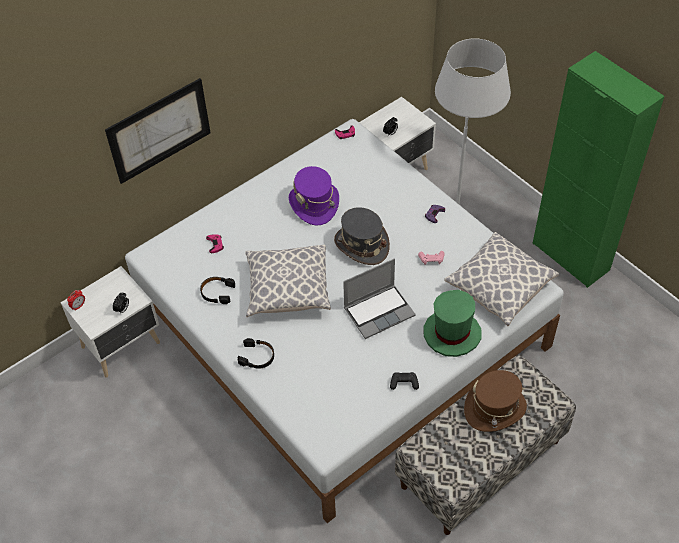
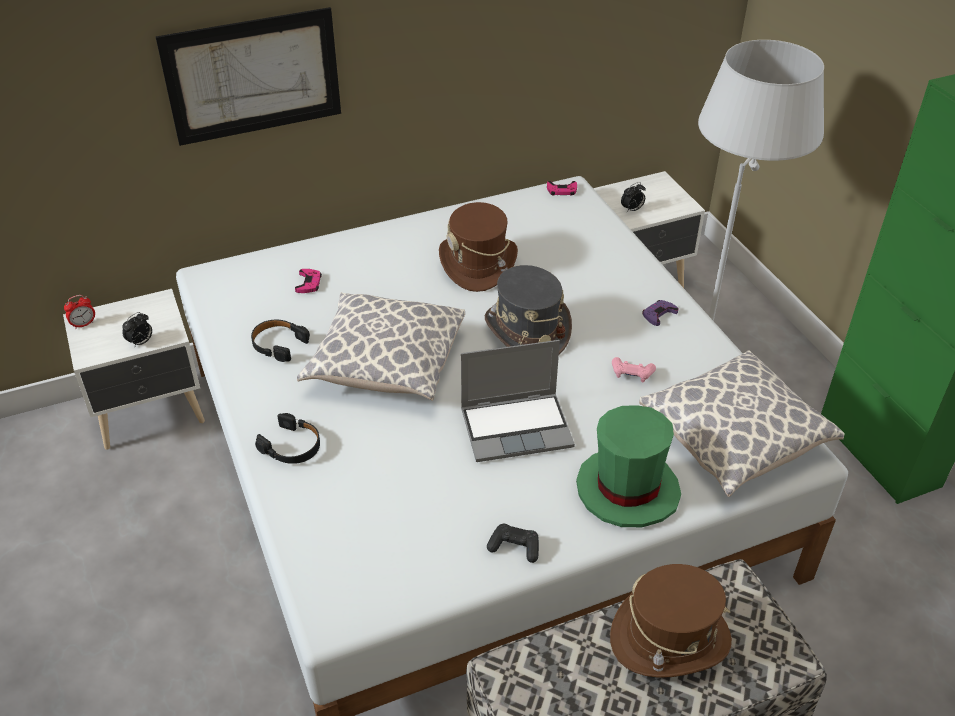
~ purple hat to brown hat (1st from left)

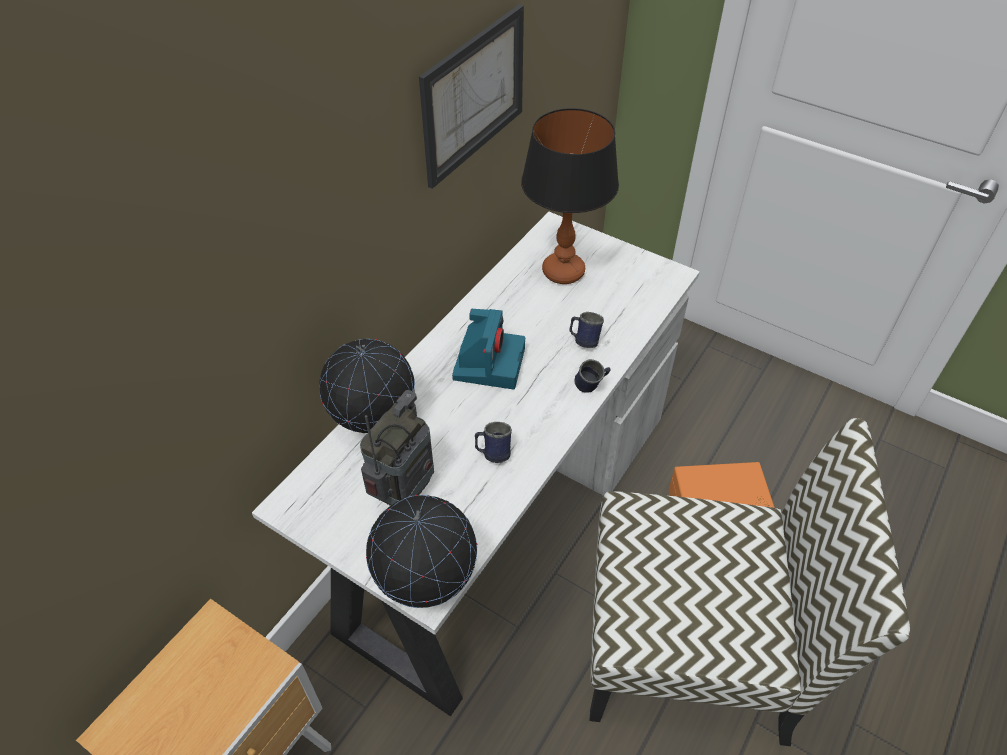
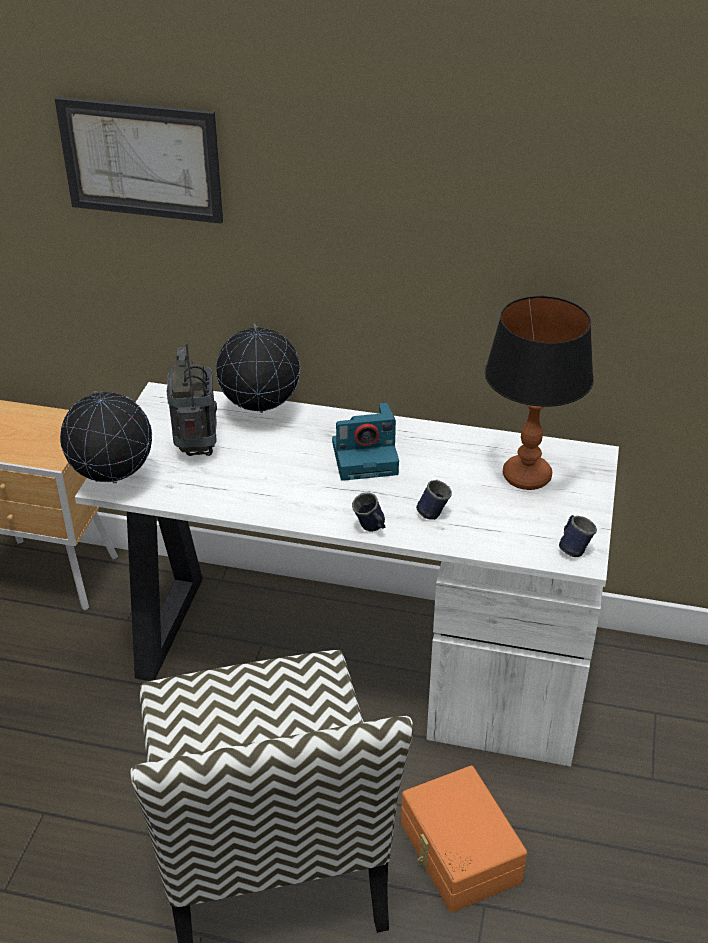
~ picture
~ radio 105 degrees counterclockwise
~ blue mug (1st from left in the first image) to blue mug (3rd from left)

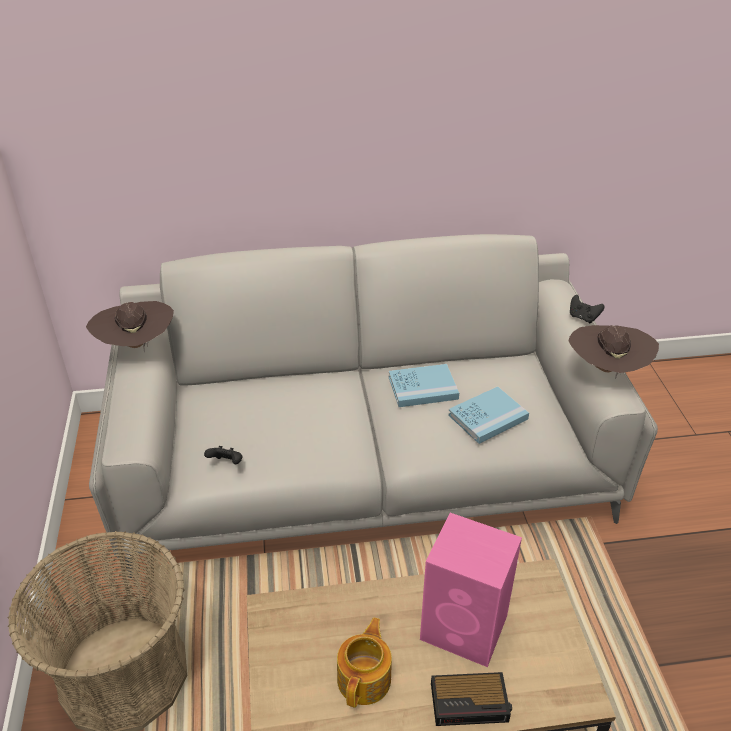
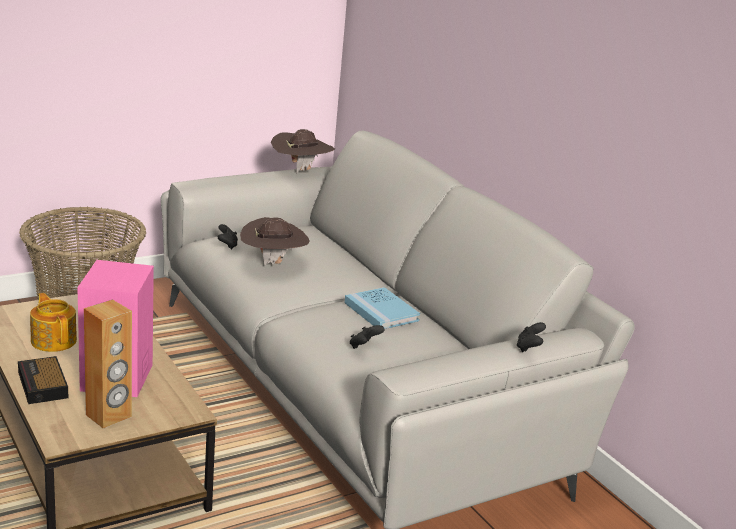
~ brown hat (2nd from left in the first image) to brown hat (1st from left)
~ blue book (2nd from left) to black game controller (2nd from left)
~ teapot 120 degrees counterclockwise
+ brown speaker

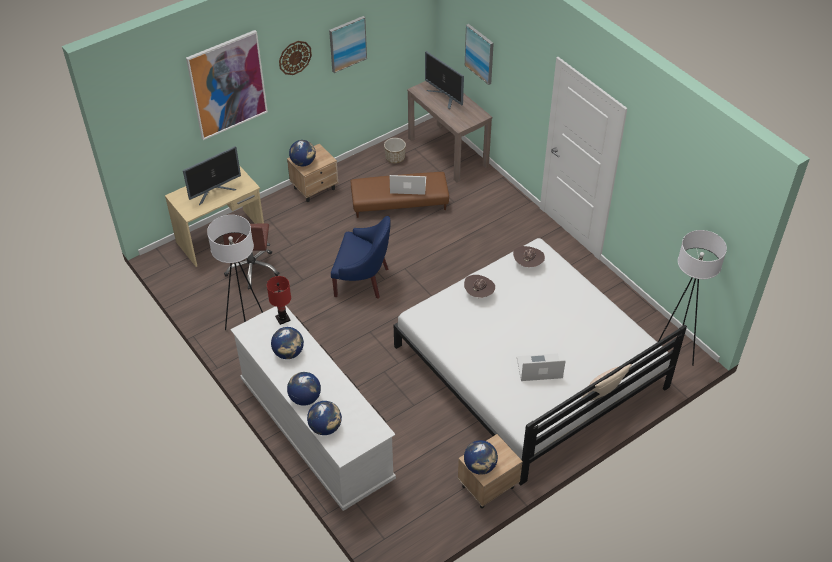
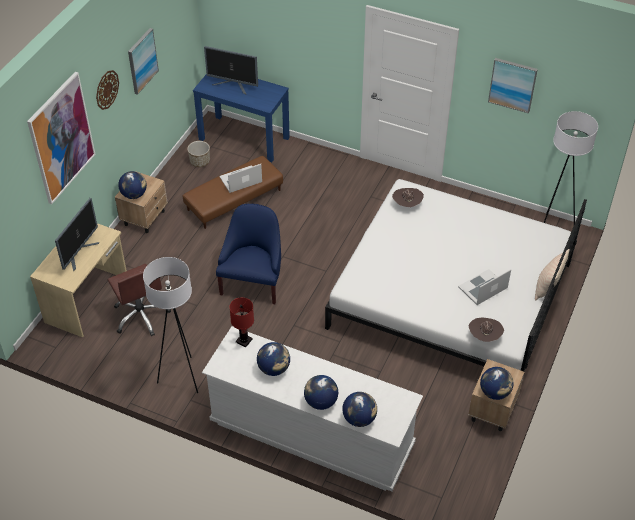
~ picture (3rd from left)
~ brown console table to blue console table
~ blue armchair 60 degrees counterclockwise
~ brown hat (1st from left in the first image) to brown hat (2nd from left)

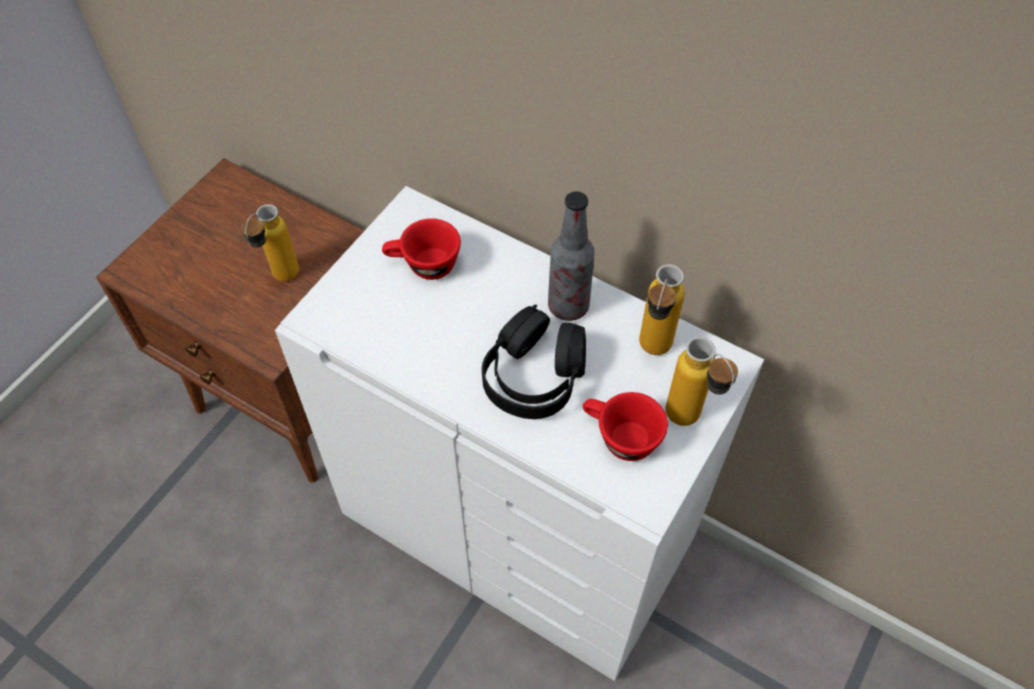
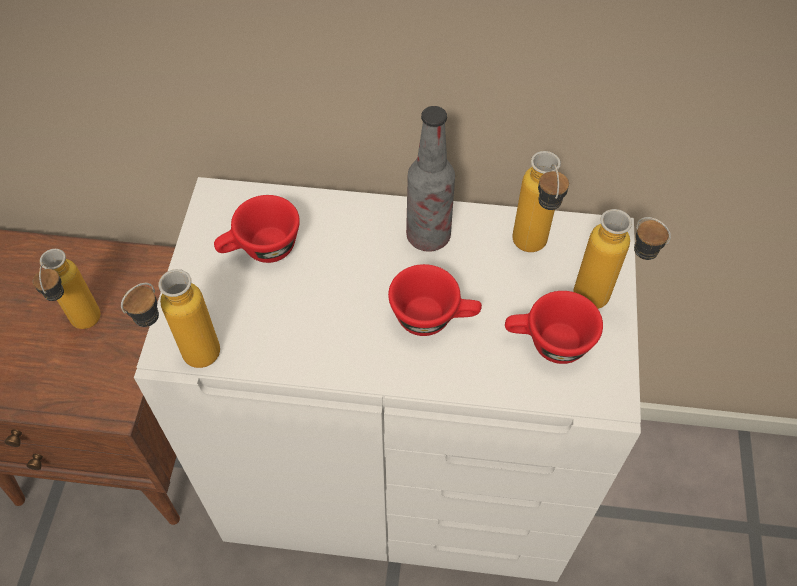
~ black headphones to red cup (2nd from left)
+ bottle (2nd from left)

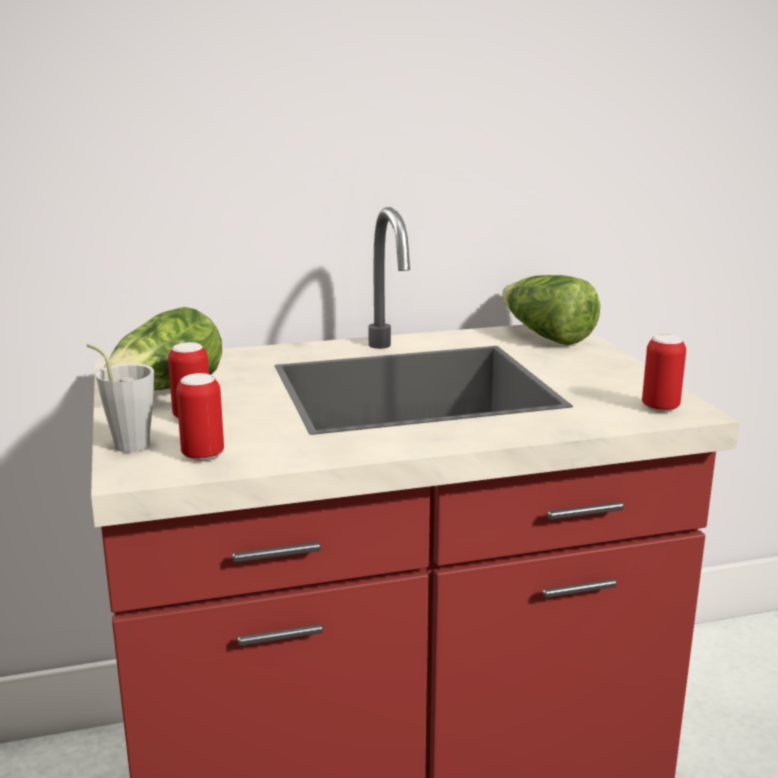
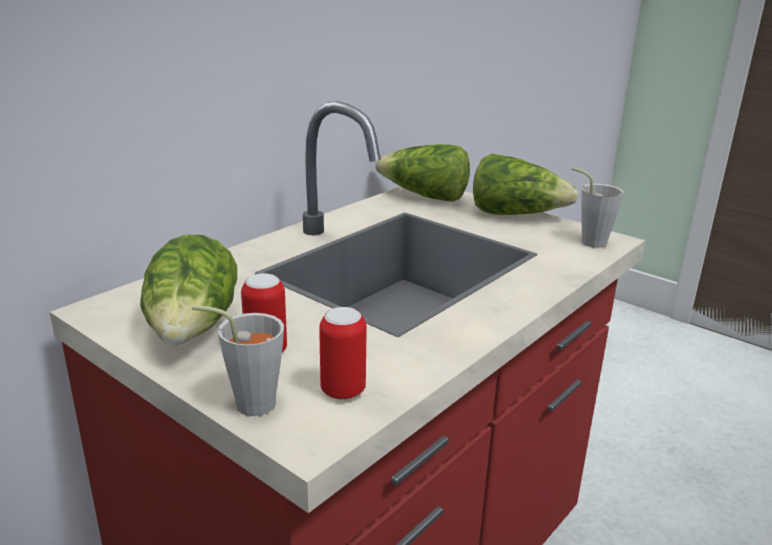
~ can (3rd from left) to grey cup (2nd from left)
+ lettuce (3rd from left)

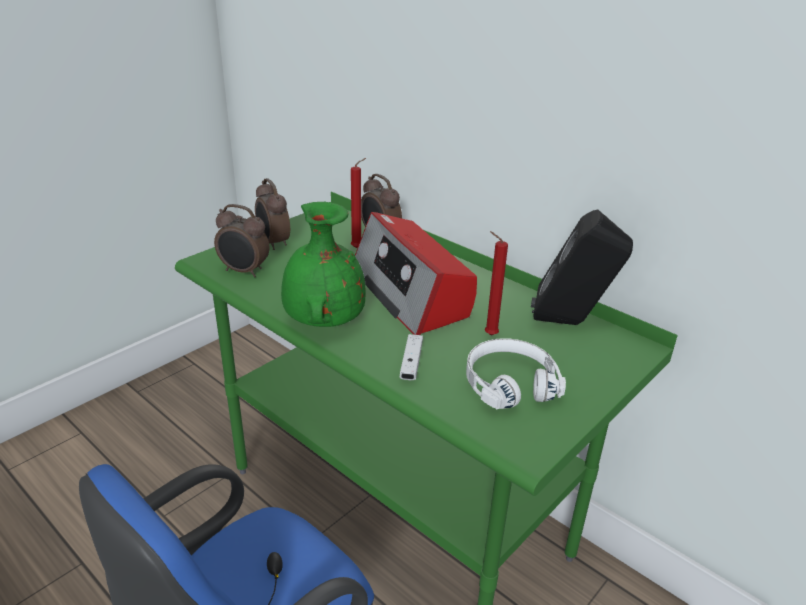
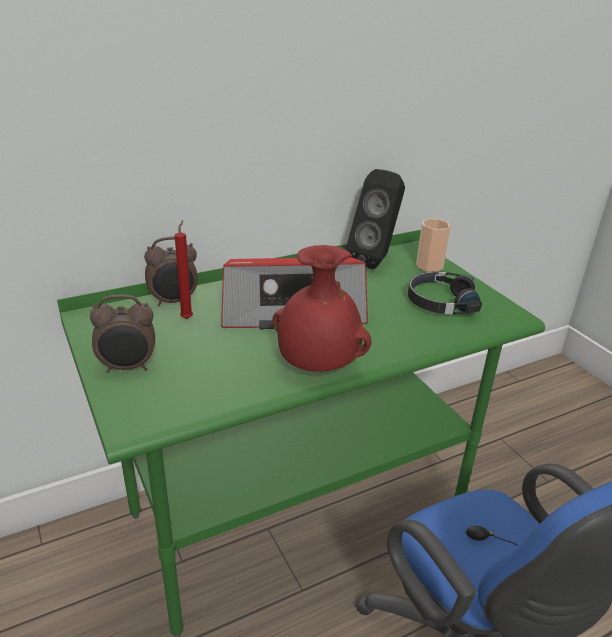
~ green vase to red vase
- alarm clock (1st from left)
- red candle (2nd from left)
- white game controller
~ white headphones to black headphones
+ cup

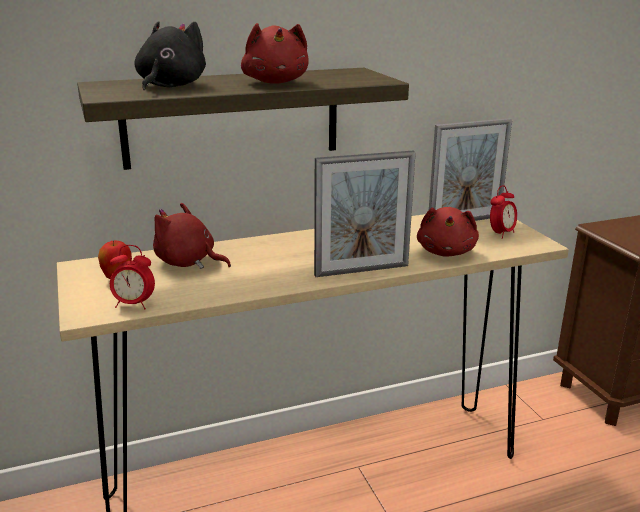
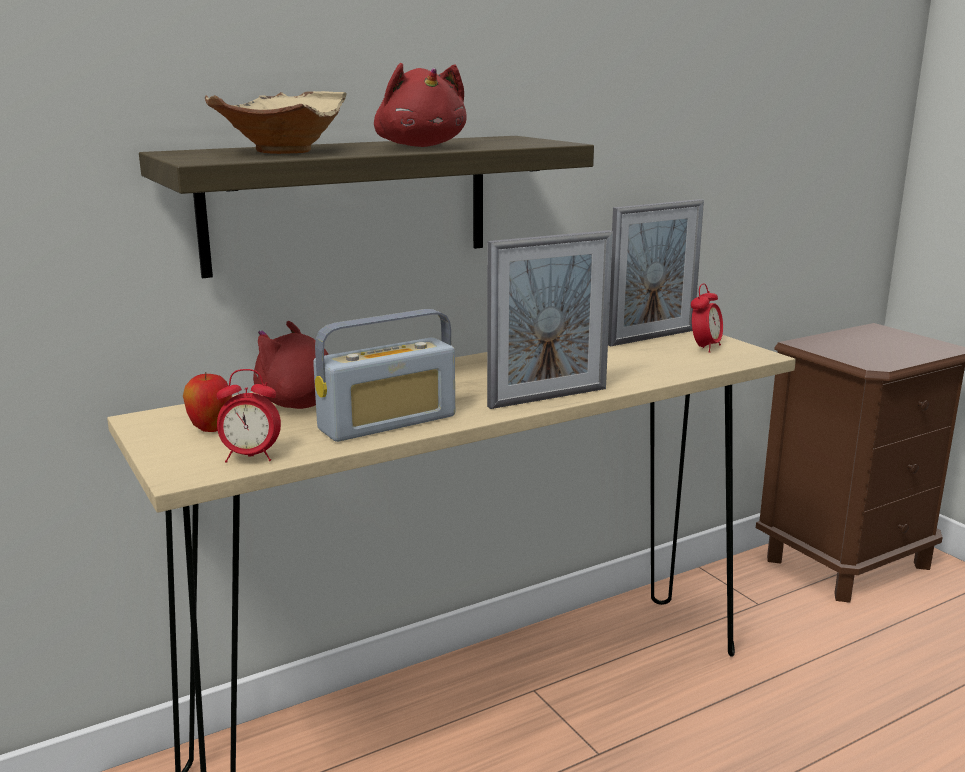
~ black plush toy to beige bowl
- red plush toy (3rd from left)
+ radio

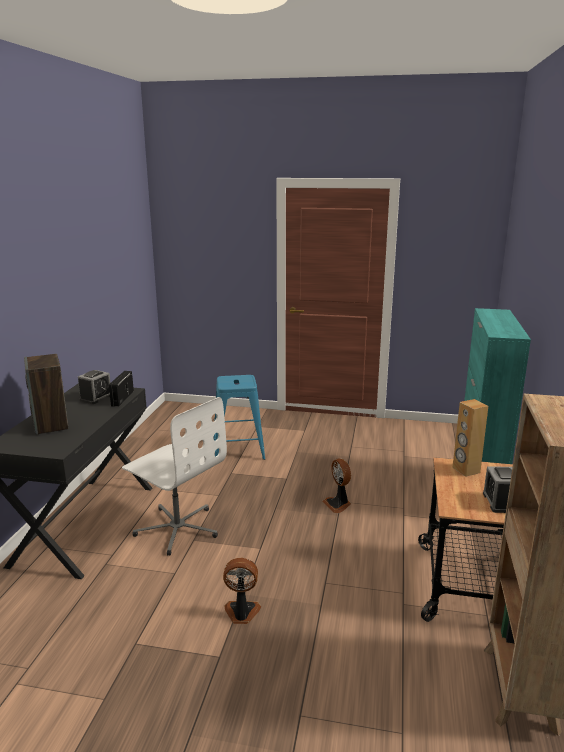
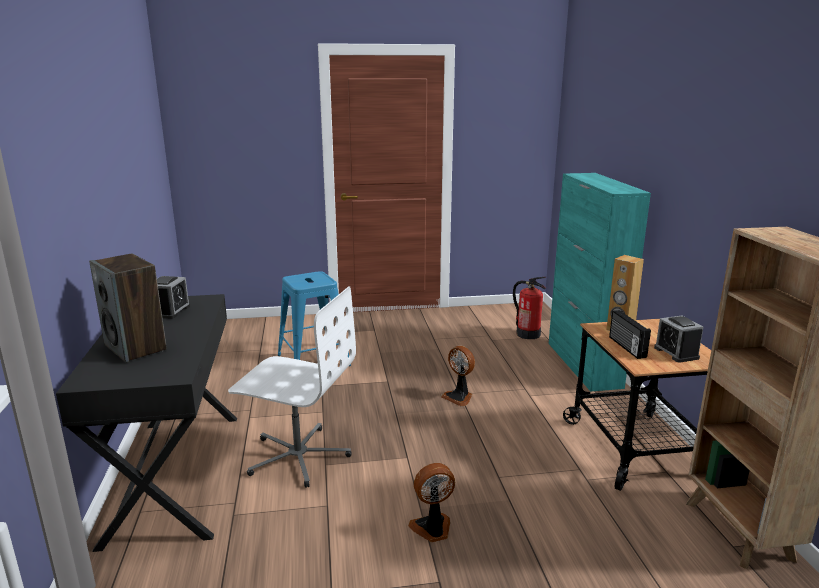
~ radio
+ fire extinguisher

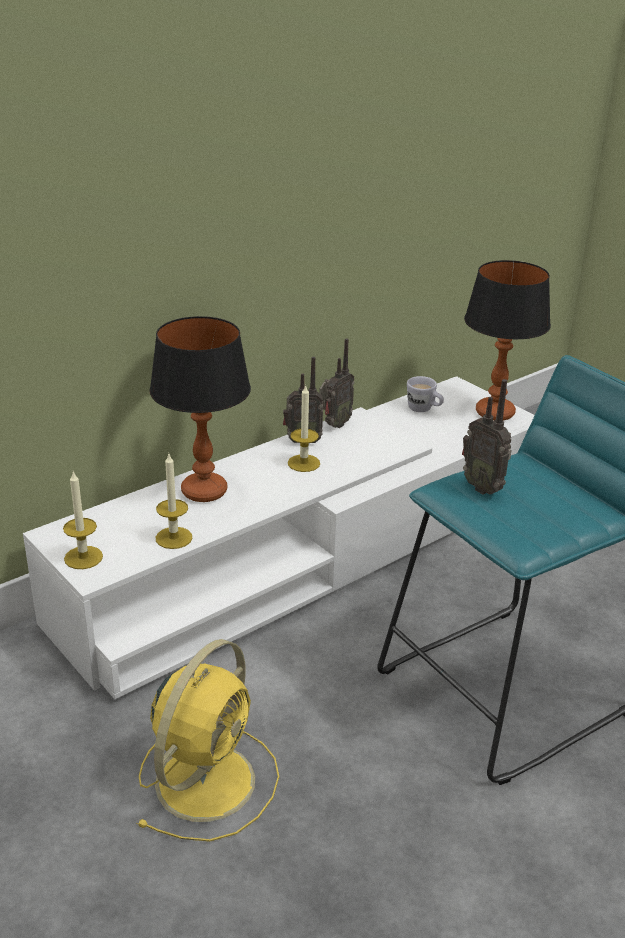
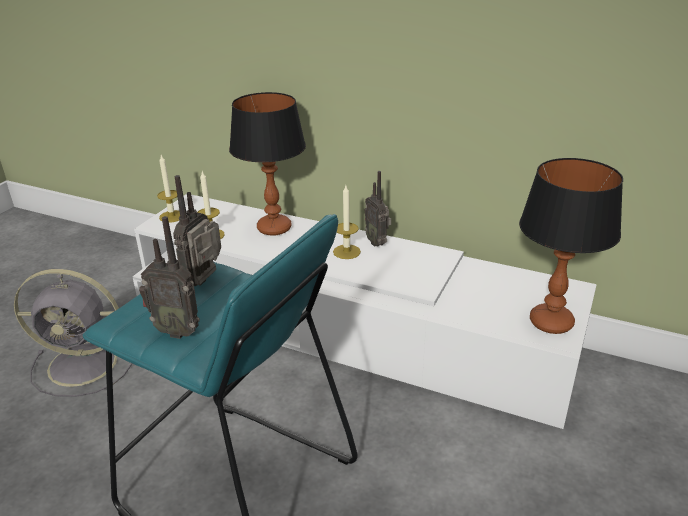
~ radio (2nd from left in the first image) to radio (1st from left)
- white mug
~ yellow fan to grey fan

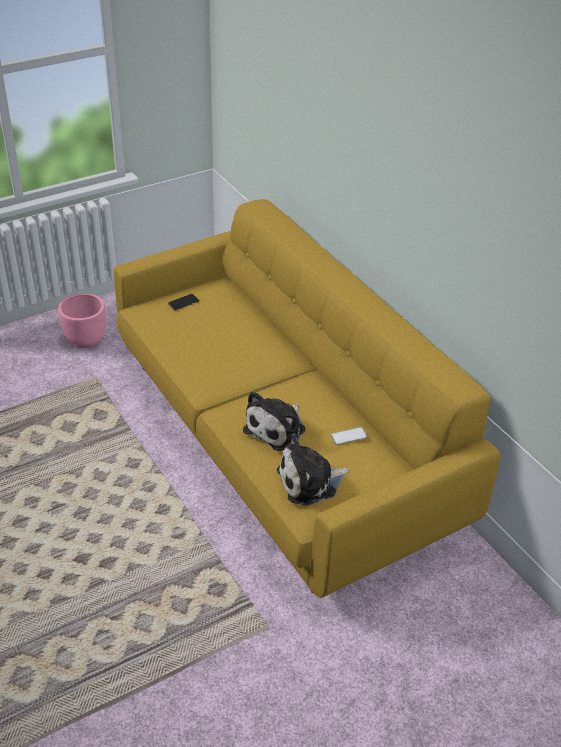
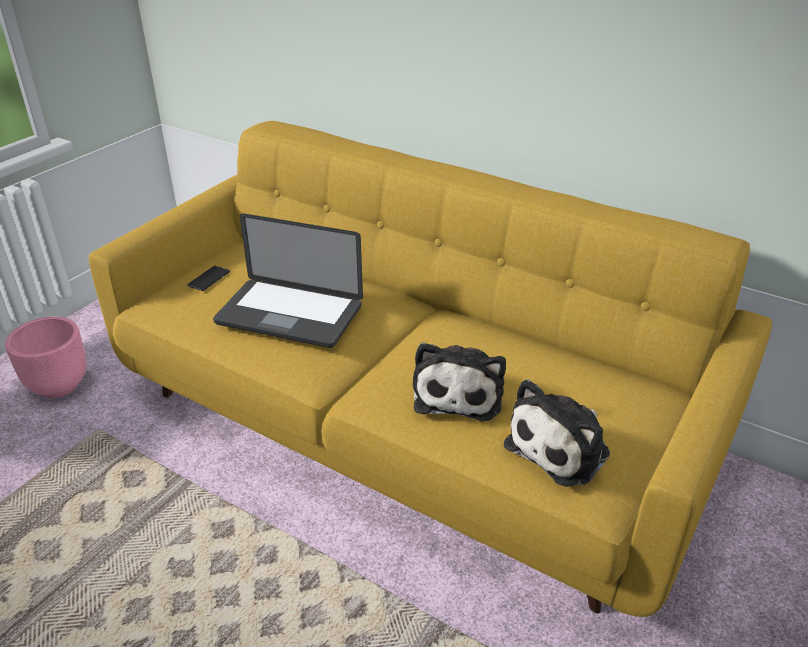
- phone (2nd from left)
+ laptop

